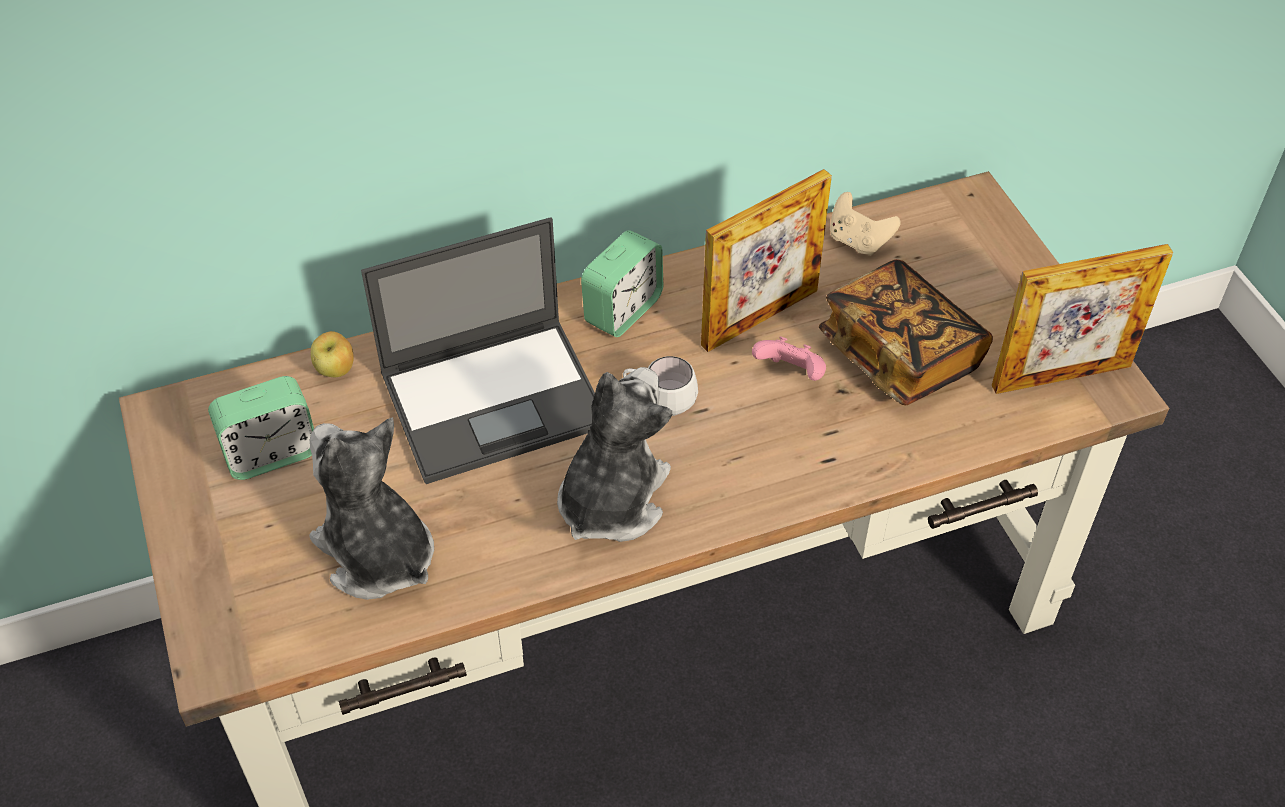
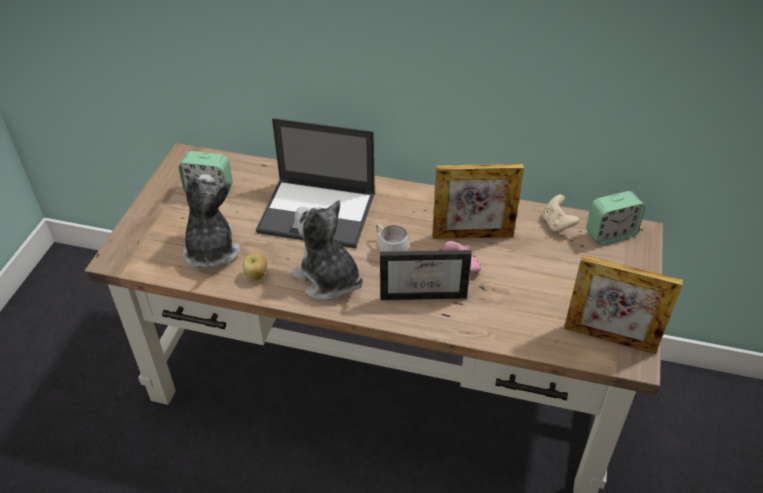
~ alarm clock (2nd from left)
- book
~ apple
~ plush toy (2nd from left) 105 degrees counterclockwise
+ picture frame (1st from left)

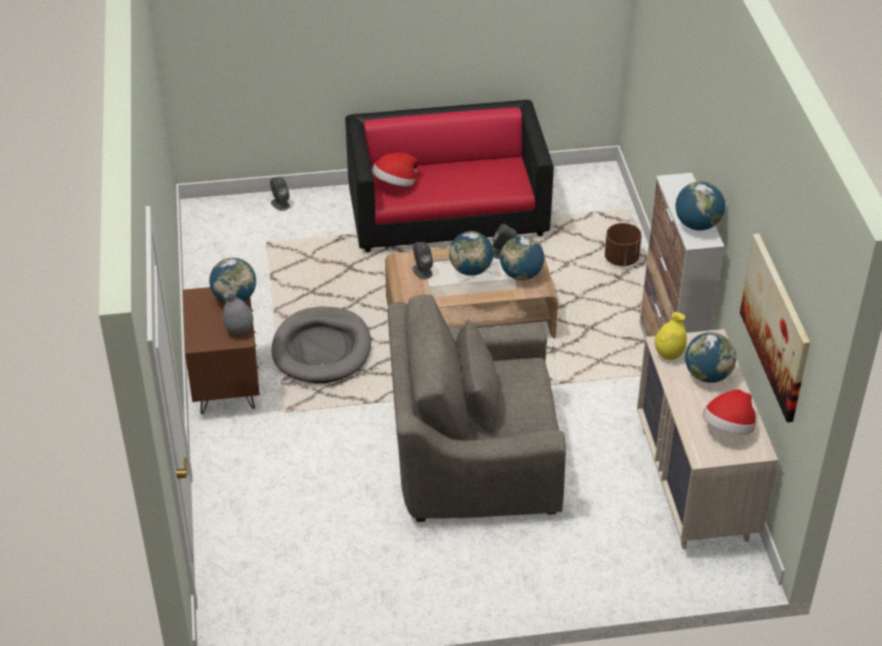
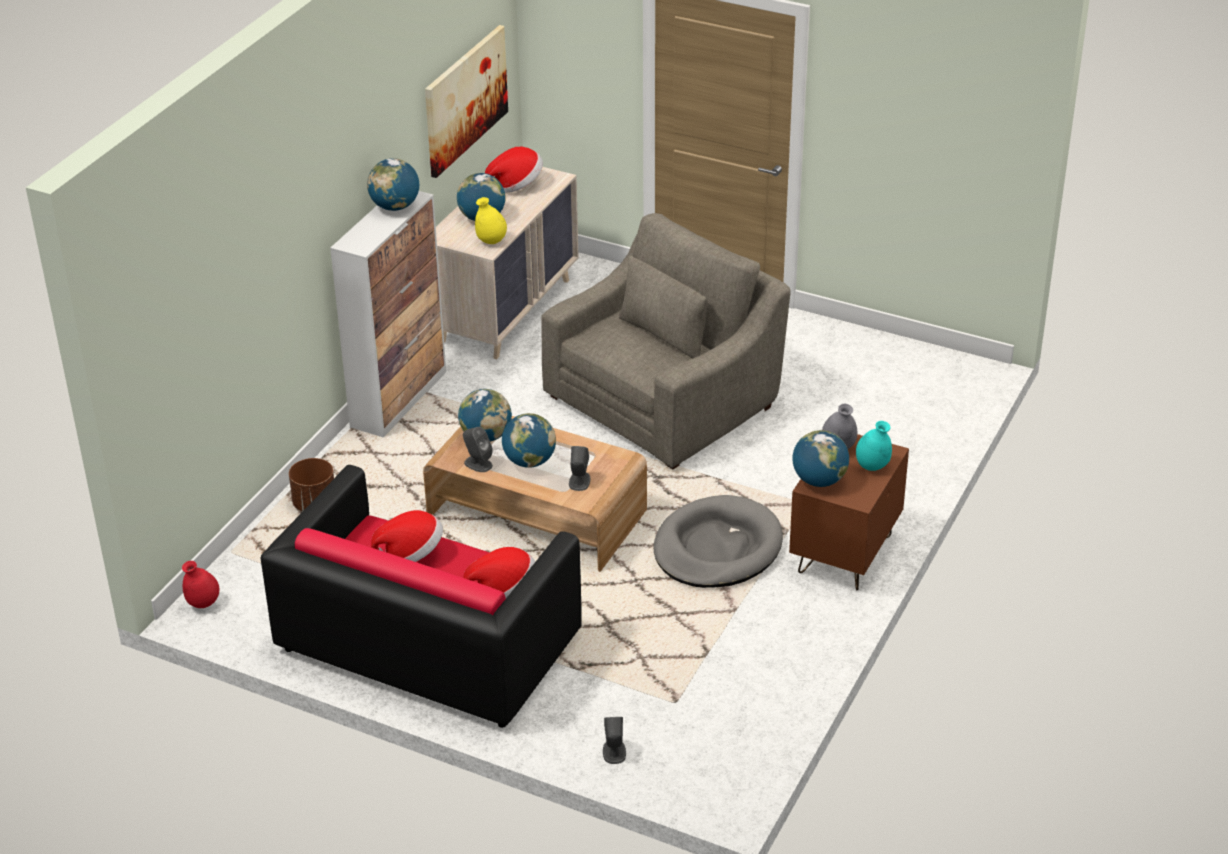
~ grey armchair 75 degrees counterclockwise
+ turquoise vase
+ hat (1st from left)
+ red vase

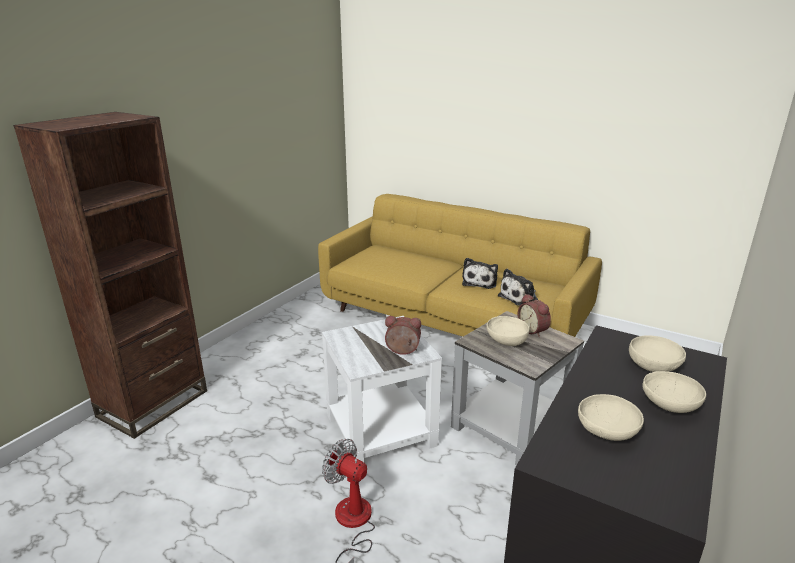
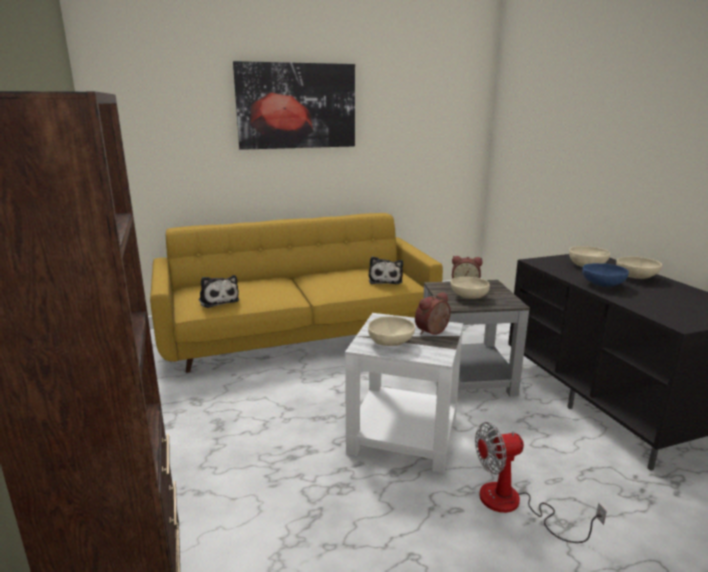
~ plush toy (1st from left)
~ beige bowl (2nd from left in the first image) to beige bowl (1st from left)
+ picture
+ blue bowl

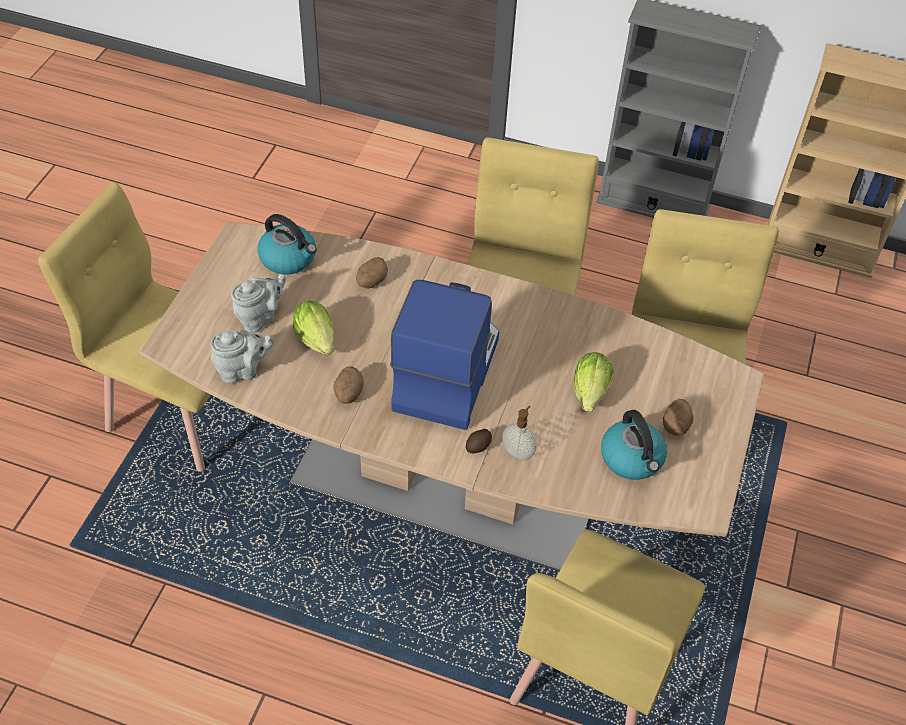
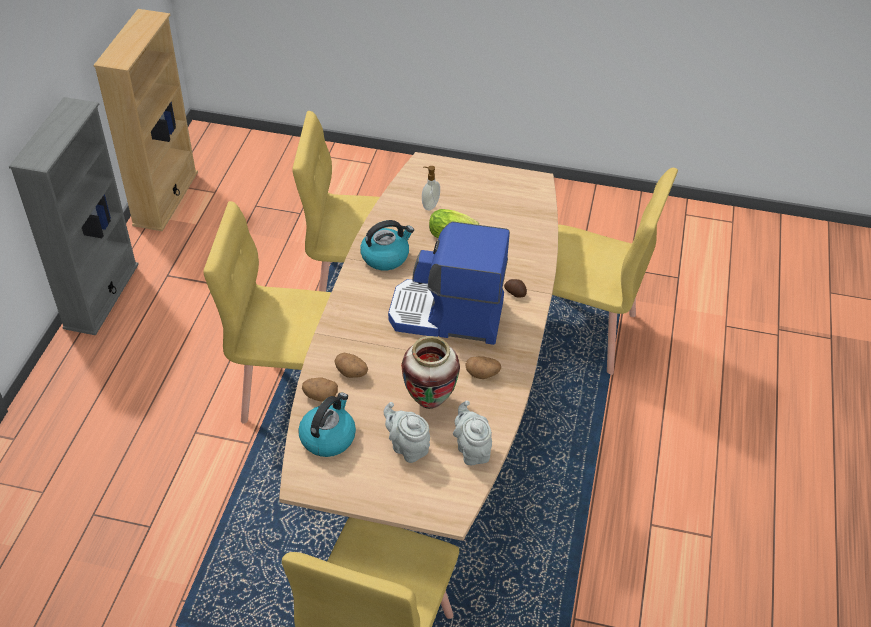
~ lettuce (1st from left) to vase
~ potato (4th from left in the first image) to potato (1st from left)
~ soap dispenser
~ kettle (2nd from left)

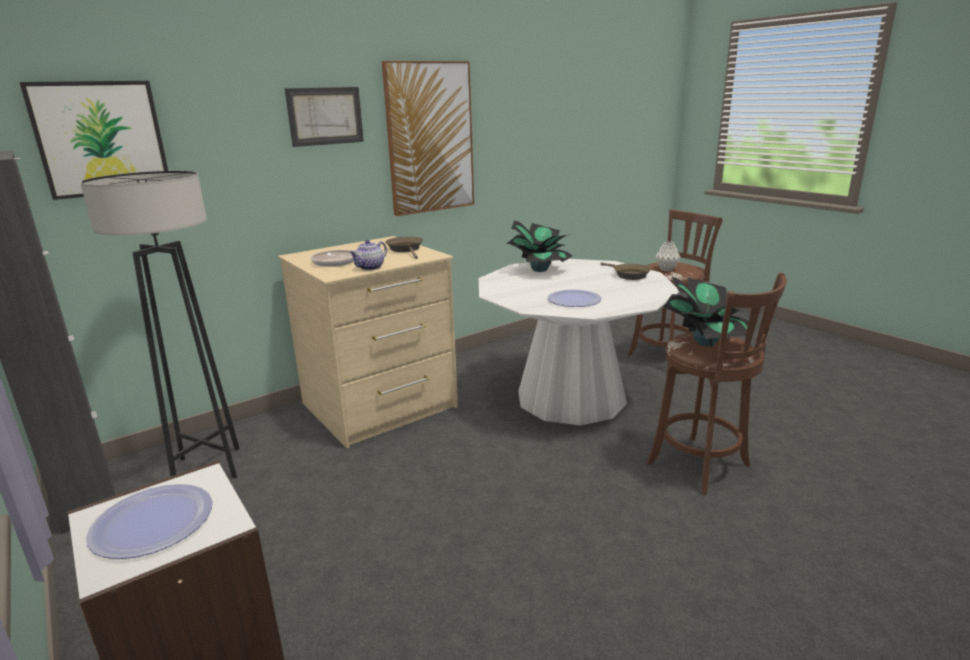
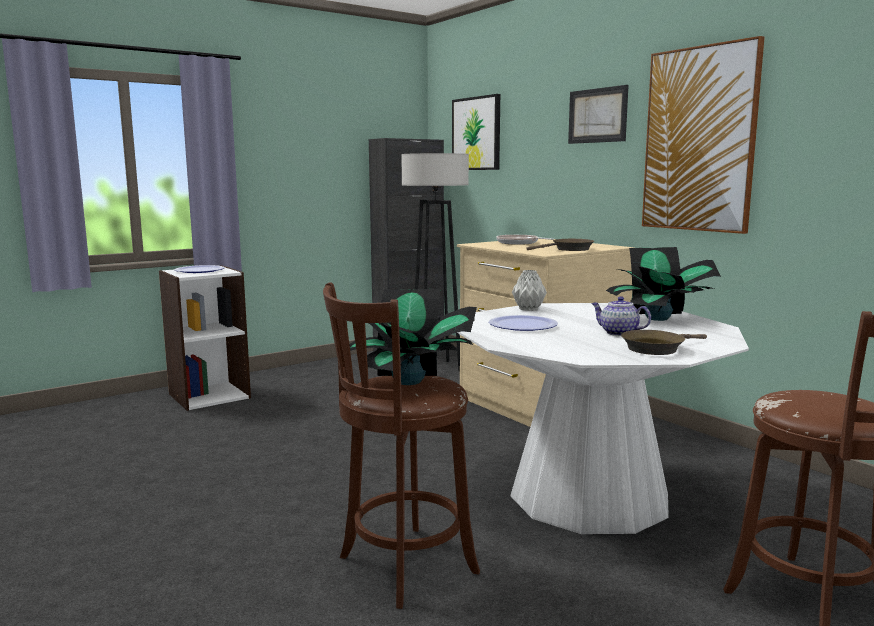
~ teapot
~ grey vase

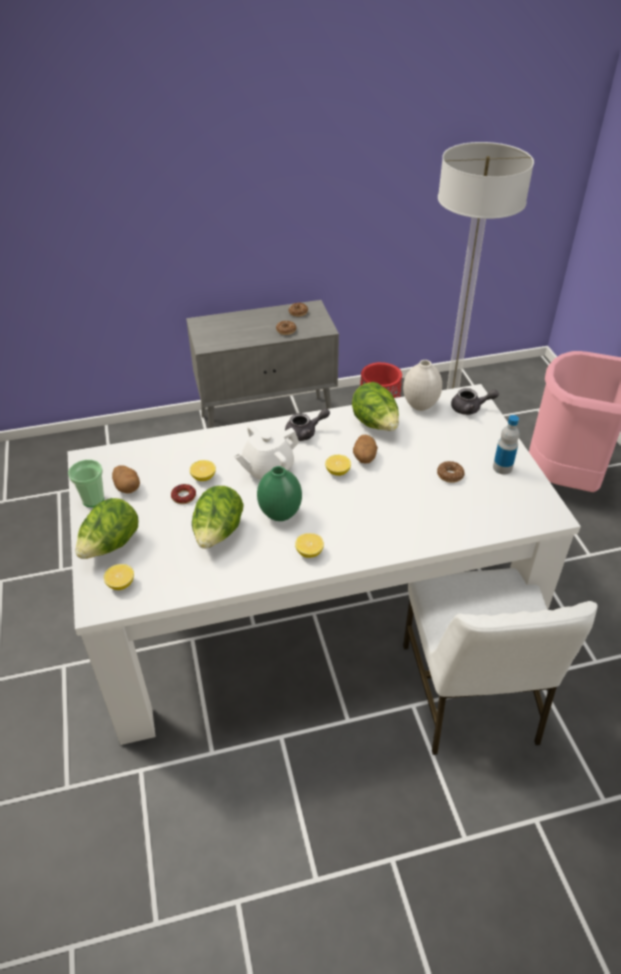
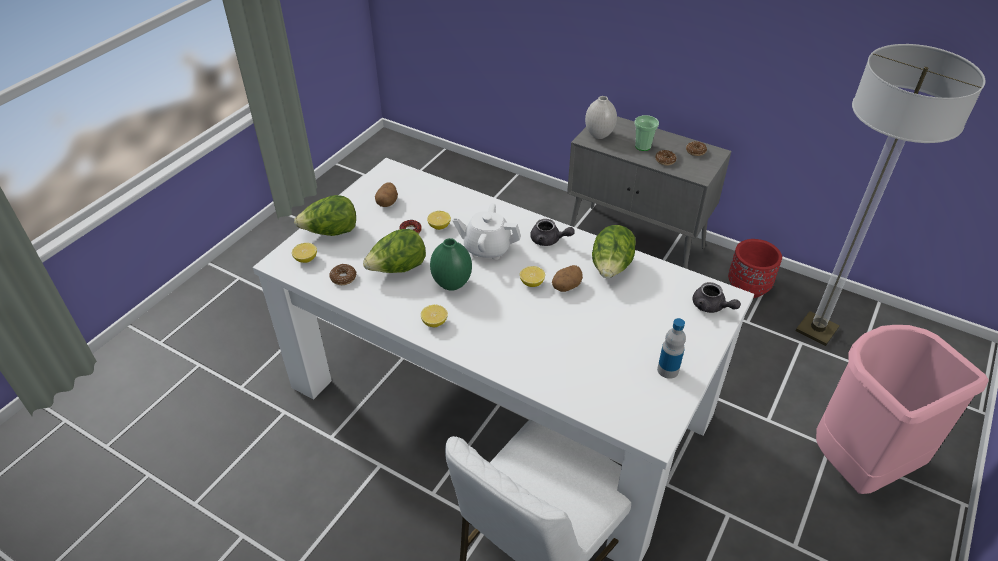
~ white vase
~ cup
~ donut (4th from left in the first image) to donut (1st from left)

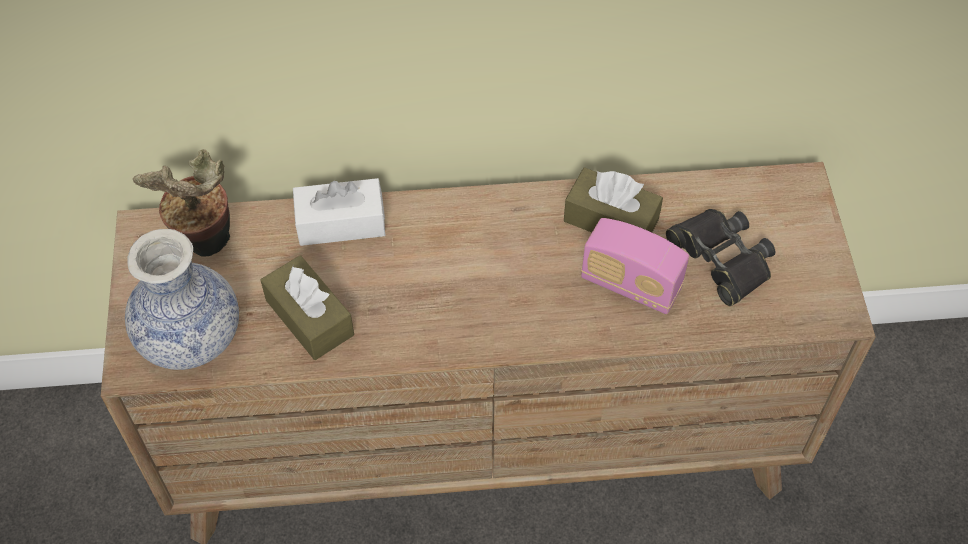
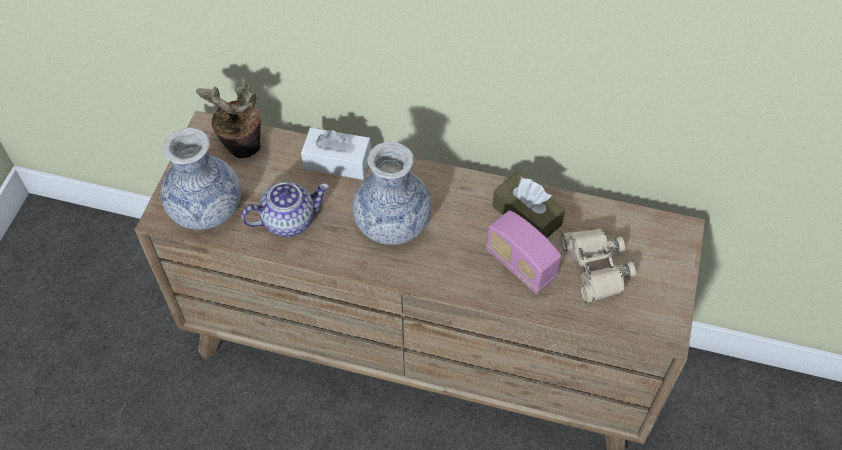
~ black binoculars to beige binoculars
~ brown tissue box (1st from left) to teapot
+ vase (2nd from left)

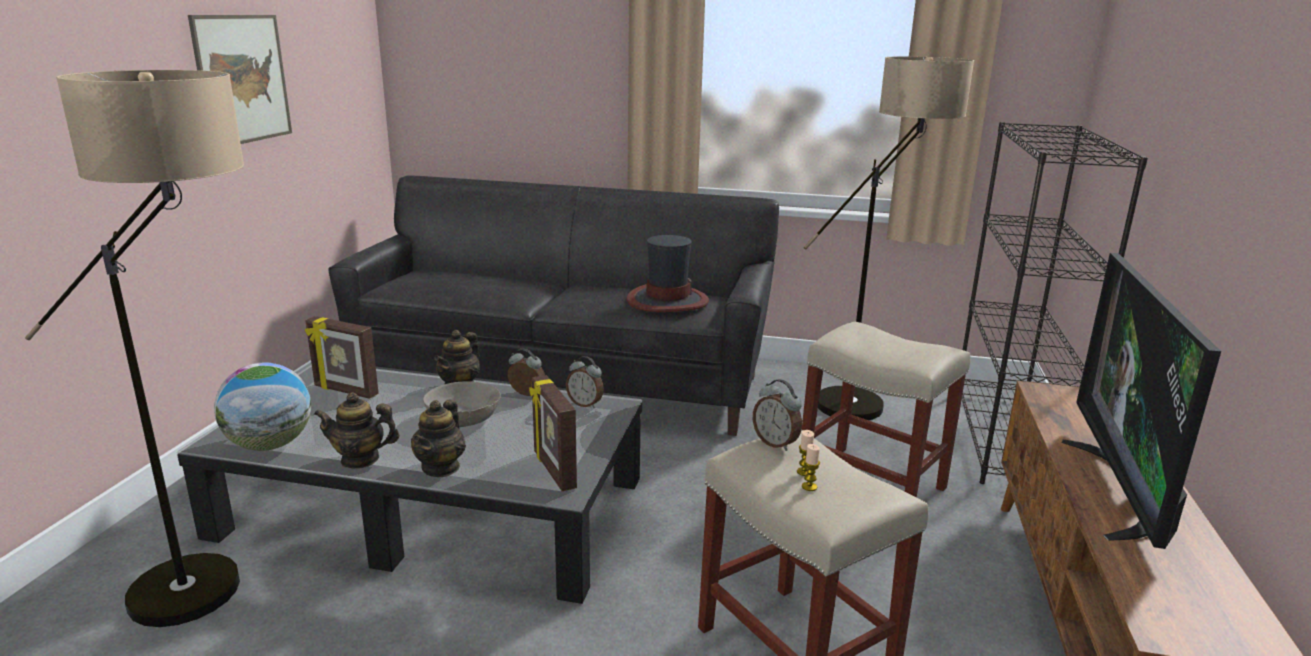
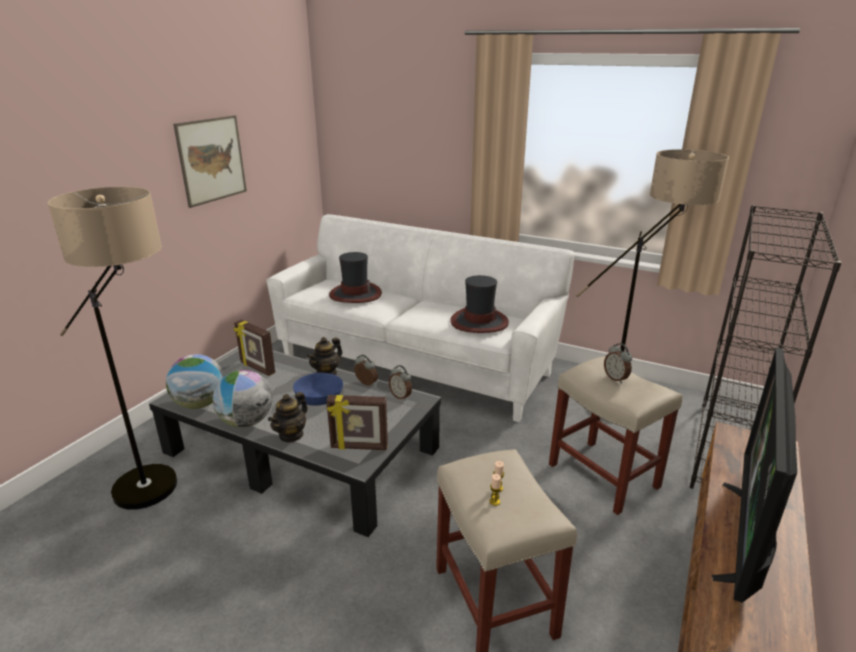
~ black sofa to white sofa
~ picture frame (2nd from left) 75 degrees counterclockwise
~ alarm clock (3rd from left)
~ grey bowl to blue bowl
~ teapot (1st from left) to globe (2nd from left)
+ hat (1st from left)

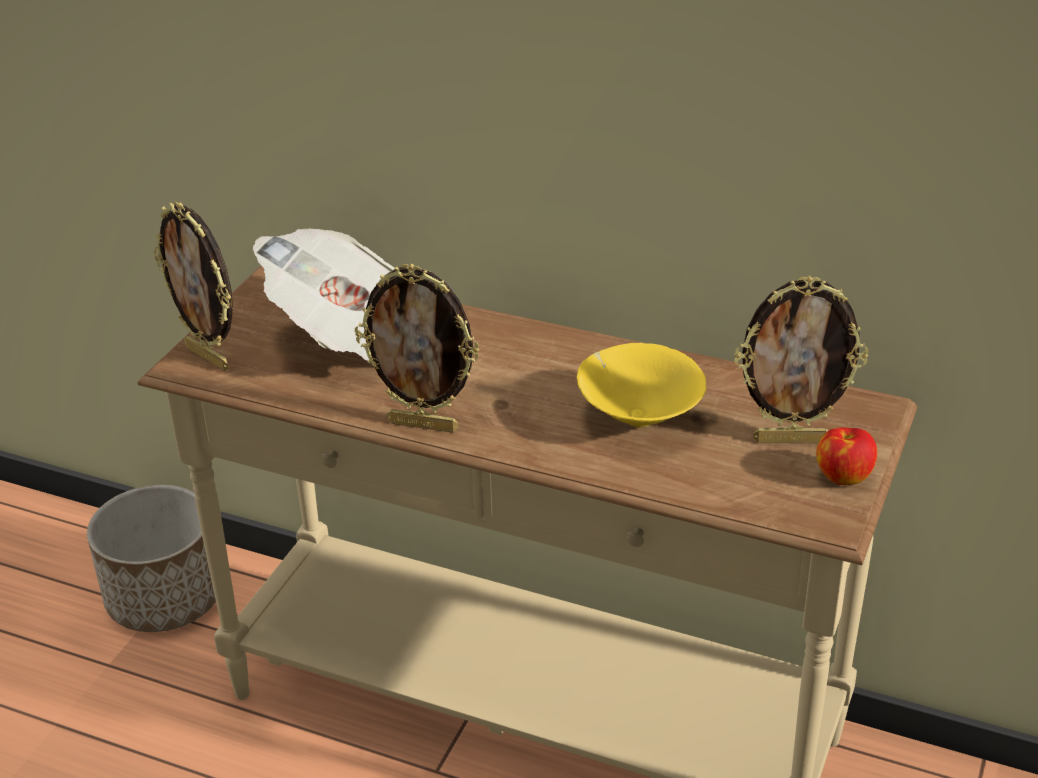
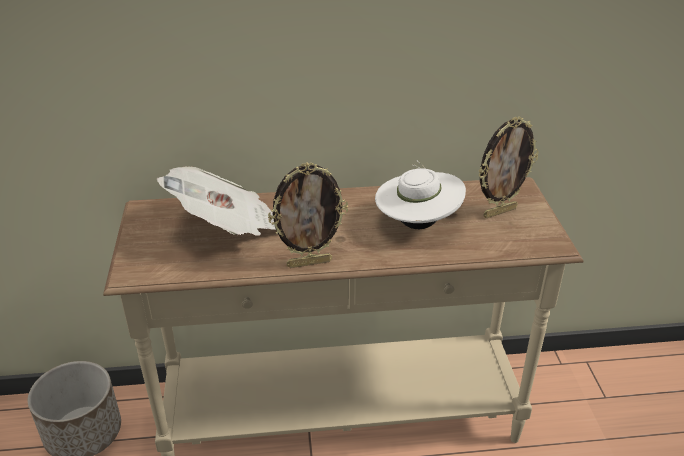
- picture frame (1st from left)
~ yellow bowl to white hat
- apple

